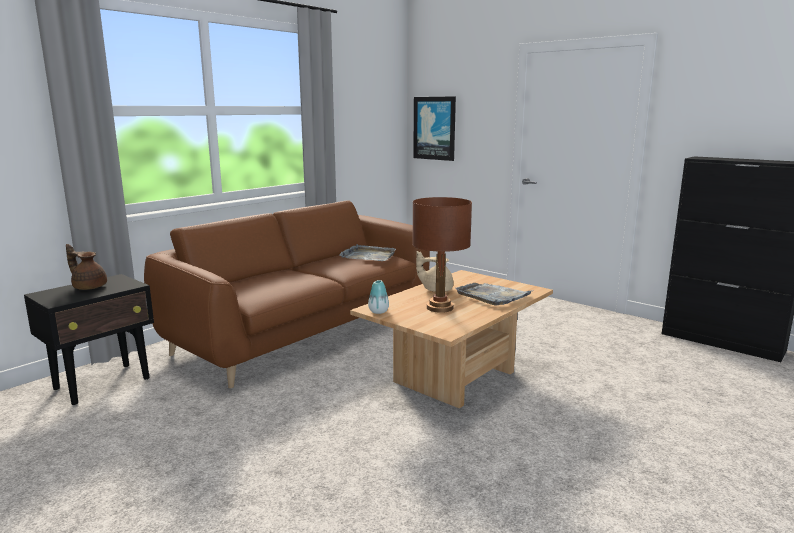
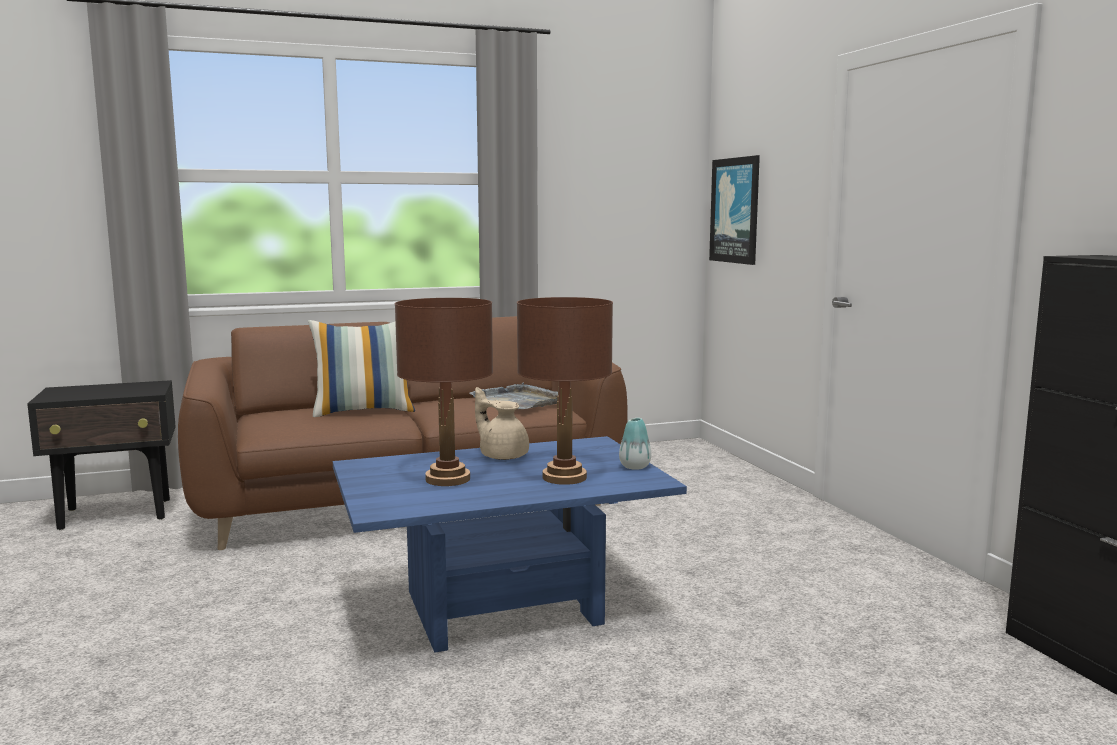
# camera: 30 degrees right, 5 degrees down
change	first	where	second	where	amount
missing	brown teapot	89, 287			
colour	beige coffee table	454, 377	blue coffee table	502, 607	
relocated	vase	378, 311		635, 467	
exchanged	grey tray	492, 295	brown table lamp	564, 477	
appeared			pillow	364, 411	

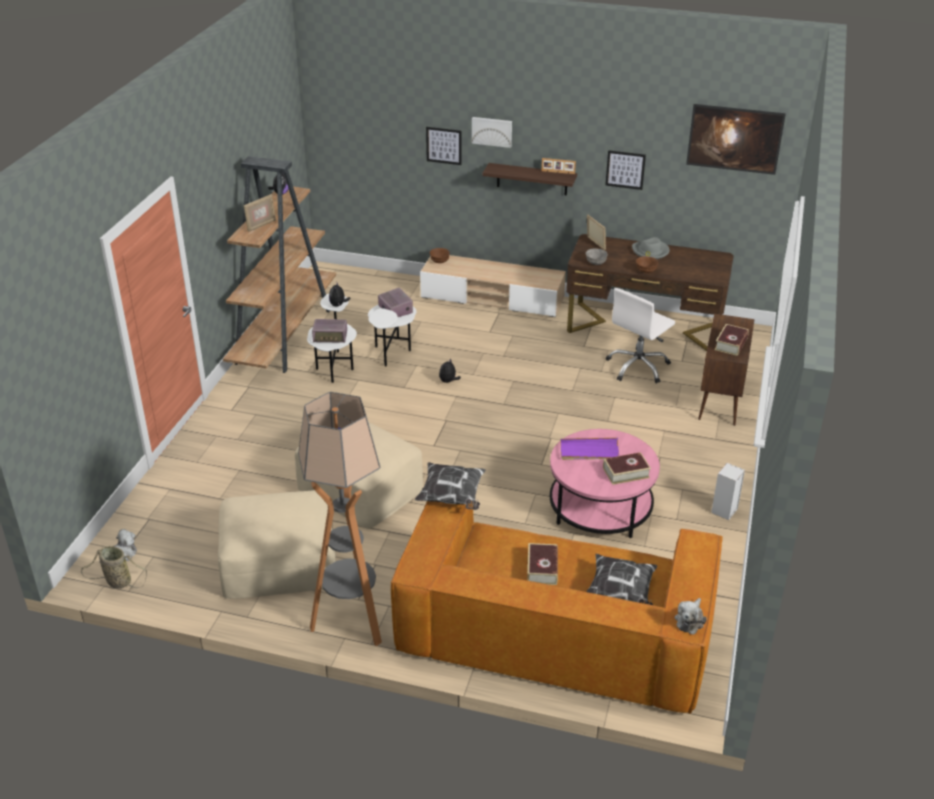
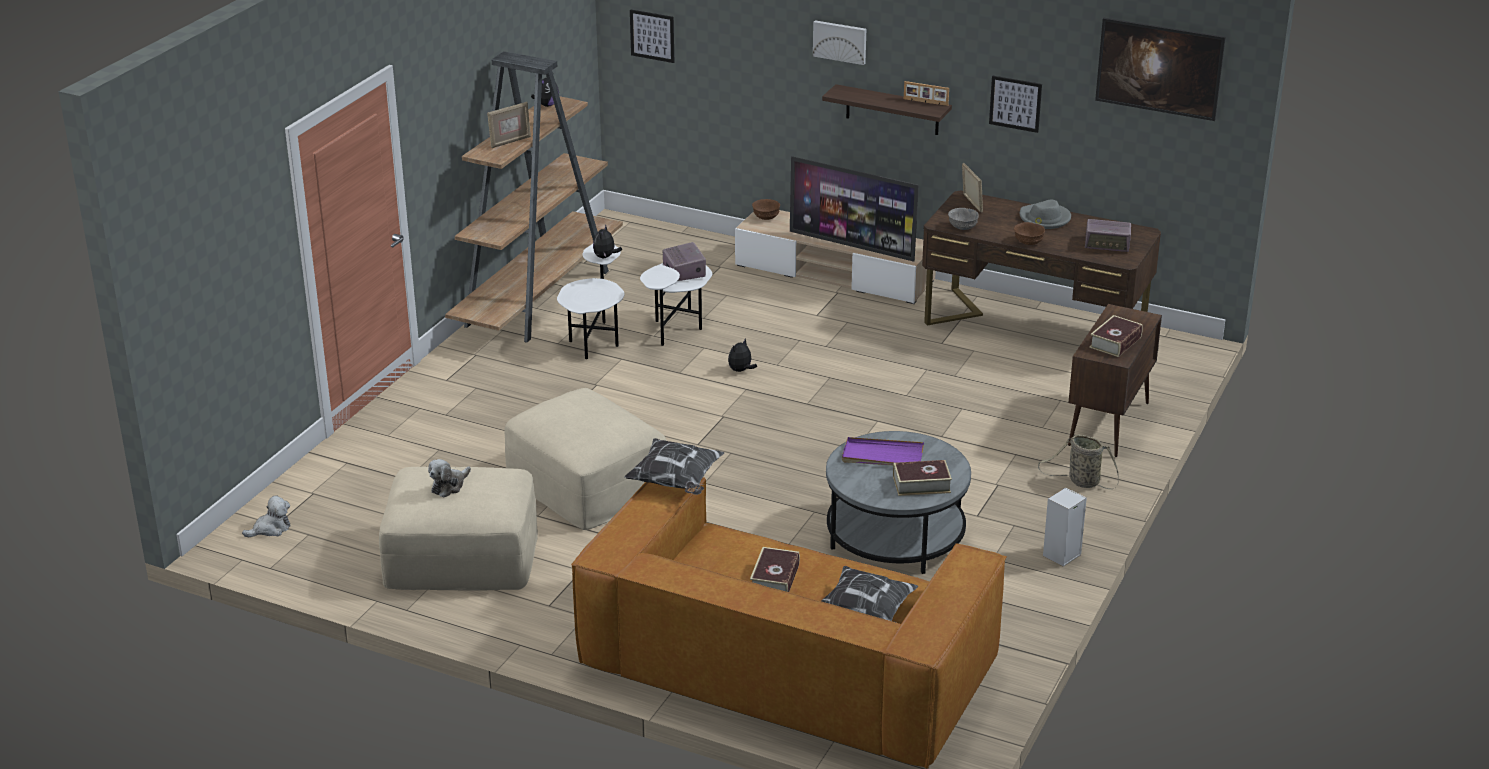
# camera: 10 degrees right, 5 degrees down
change	first	where	second	where	amount
relocated	picture	444, 145		652, 35	
missing	white office chair	638, 367			
relocated	radio	330, 337		1107, 245	
missing	floor lamp	352, 621			
colour	pink coffee table	600, 507	grey coffee table	895, 535	
relocated	basket	117, 581		1081, 481	
relocated	plush toy	690, 620		449, 486	
appeared			television	852, 245	

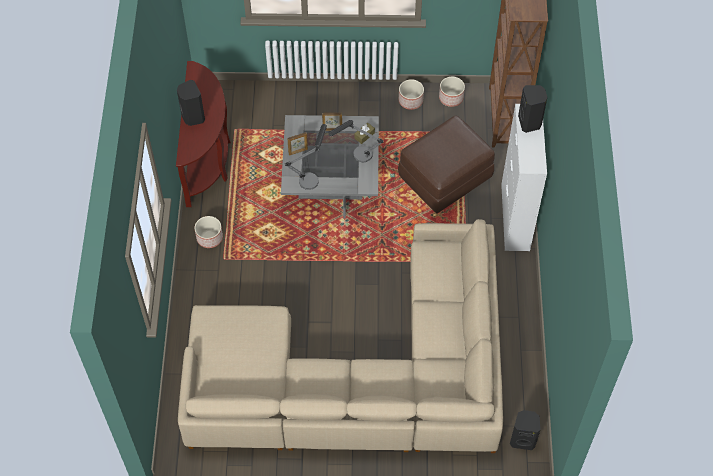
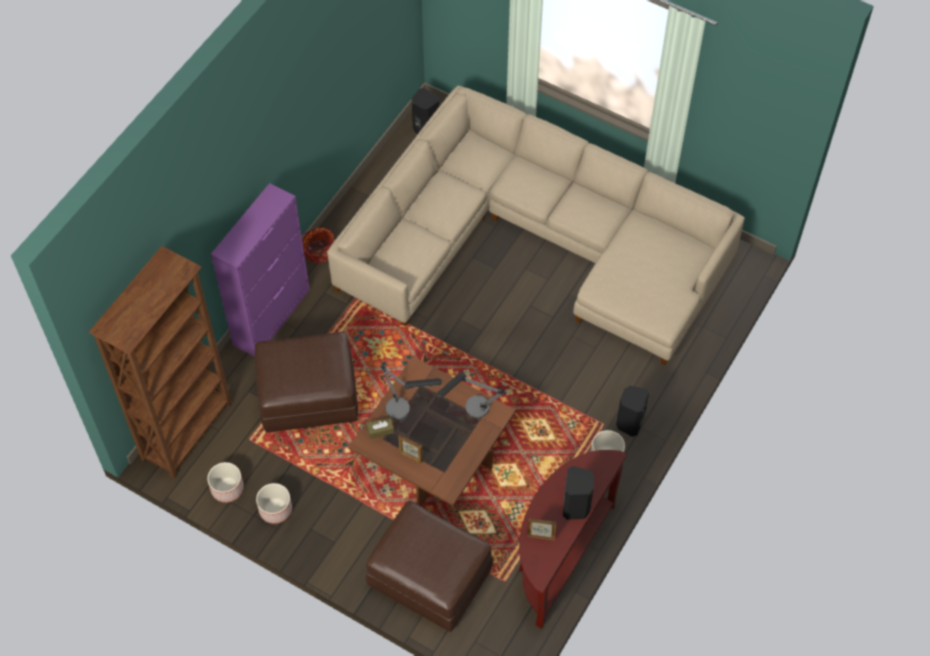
# camera: 150 degrees left, 0 degrees up
change	first	where	second	where	amount
relocated	black speaker	530, 122		629, 423	
colour	white cabinet	515, 217	purple cabinet	272, 316	
colour	grey coffee table	331, 180	brown coffee table	433, 455	
relocated	picture frame	298, 151		541, 536	
appeared			basket	319, 251	
appeared			brown ottoman	431, 577	

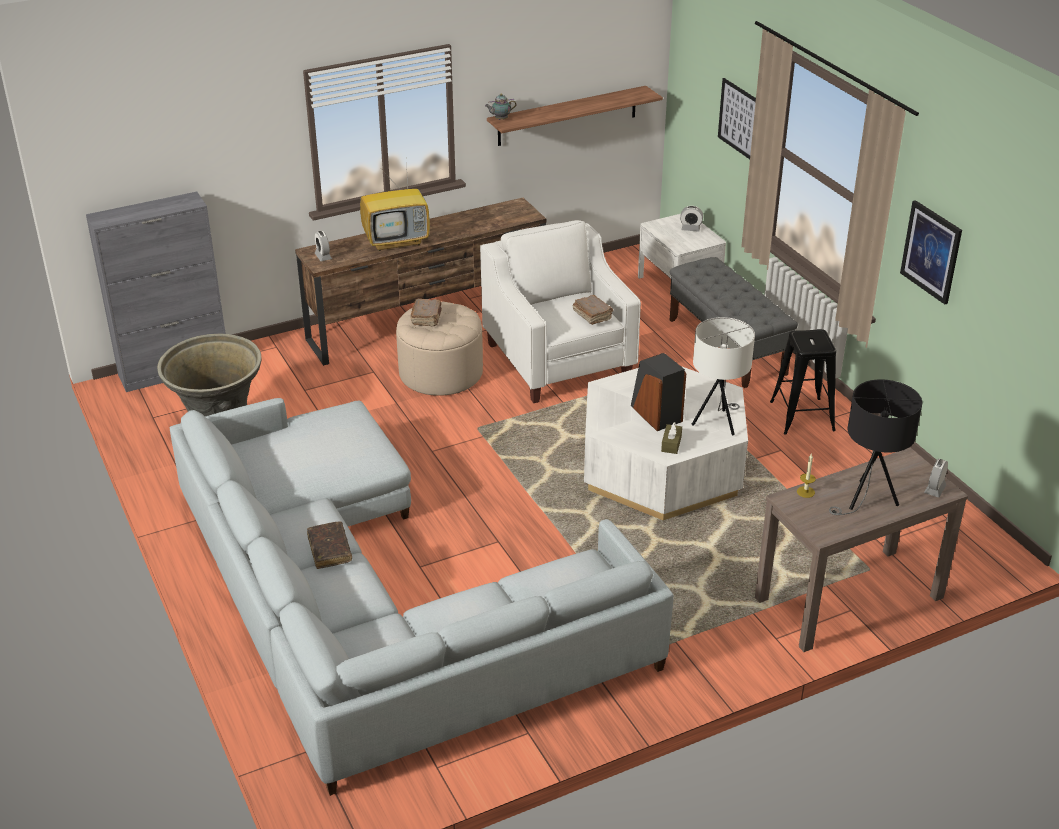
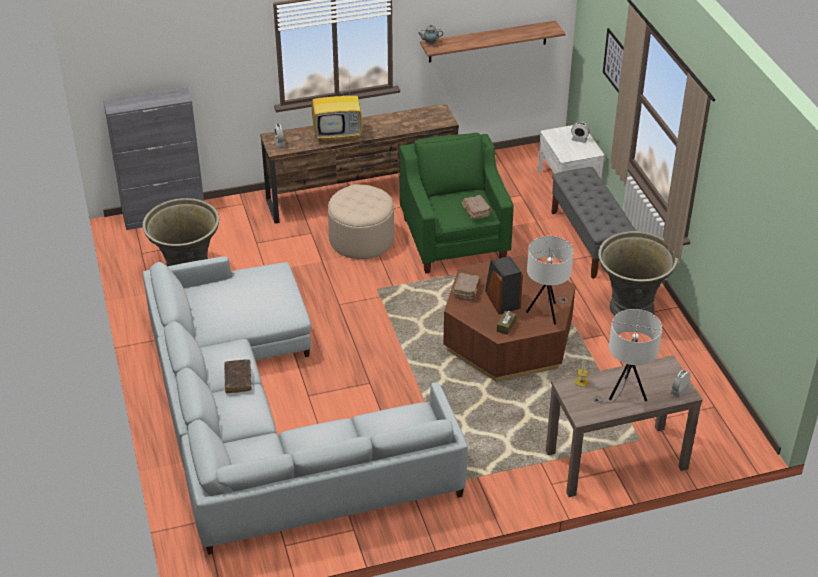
# camera: 10 degrees right, 5 degrees up
change	first	where	second	where	amount
missing	picture	931, 251			
colour	white armchair	558, 361	green armchair	454, 239	
relocated	brown book	427, 318		466, 290	
exchanged	black stool	802, 416	grey planter	630, 308	
colour	white coffee table	661, 467	brown coffee table	507, 338	
colour	black table lamp	866, 500	white table lamp	624, 394	

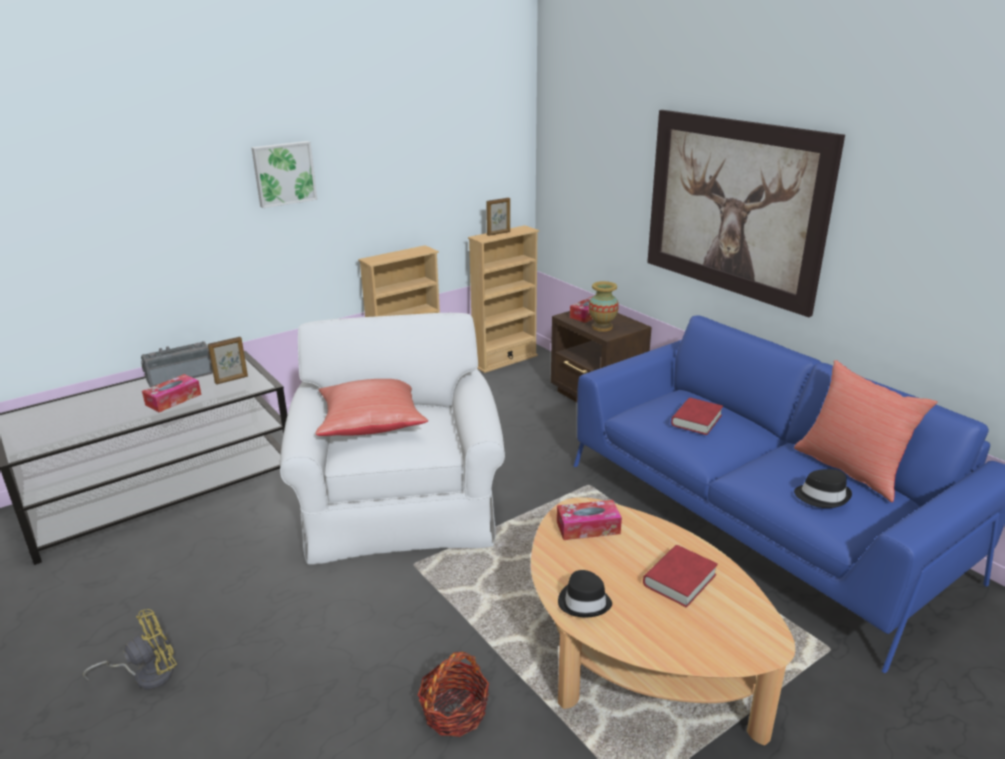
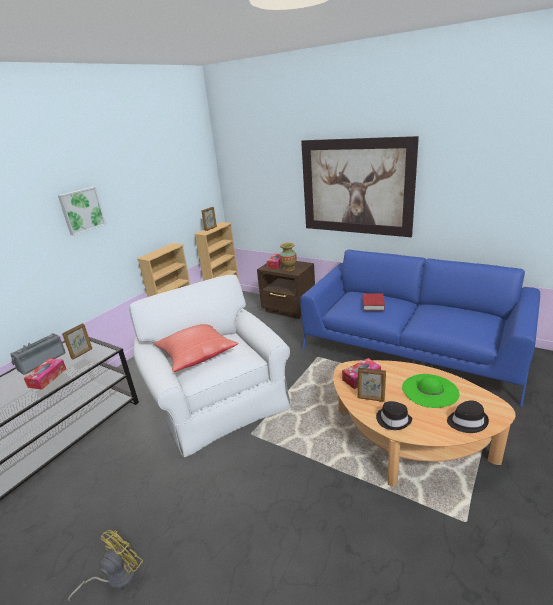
# camera: 20 degrees left, 0 degrees up
change	first	where	second	where	amount
missing	red pillow	851, 469			
relocated	black hat	822, 496		466, 421	
exchanged	red book	679, 580	green hat	430, 390	
missing	basket	454, 712			
appeared			picture frame	371, 399	

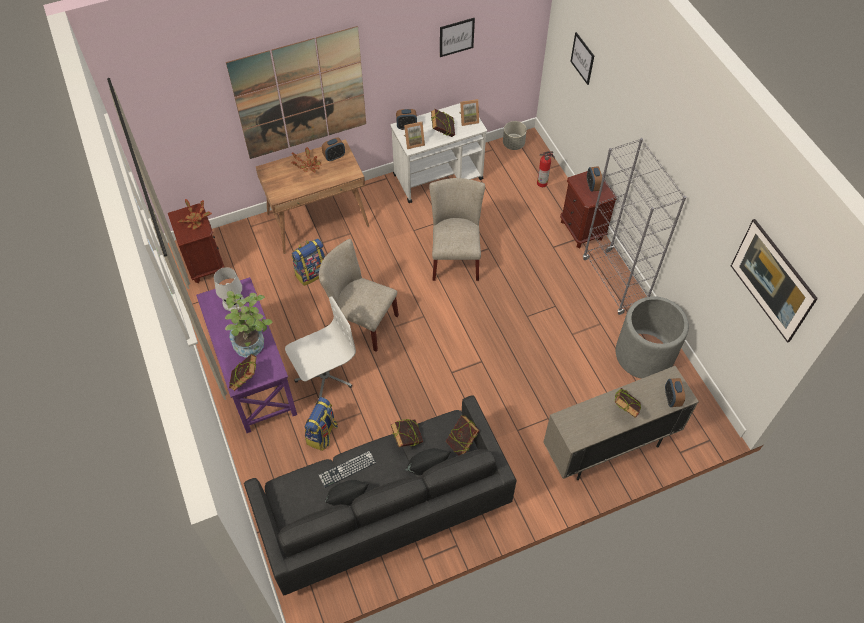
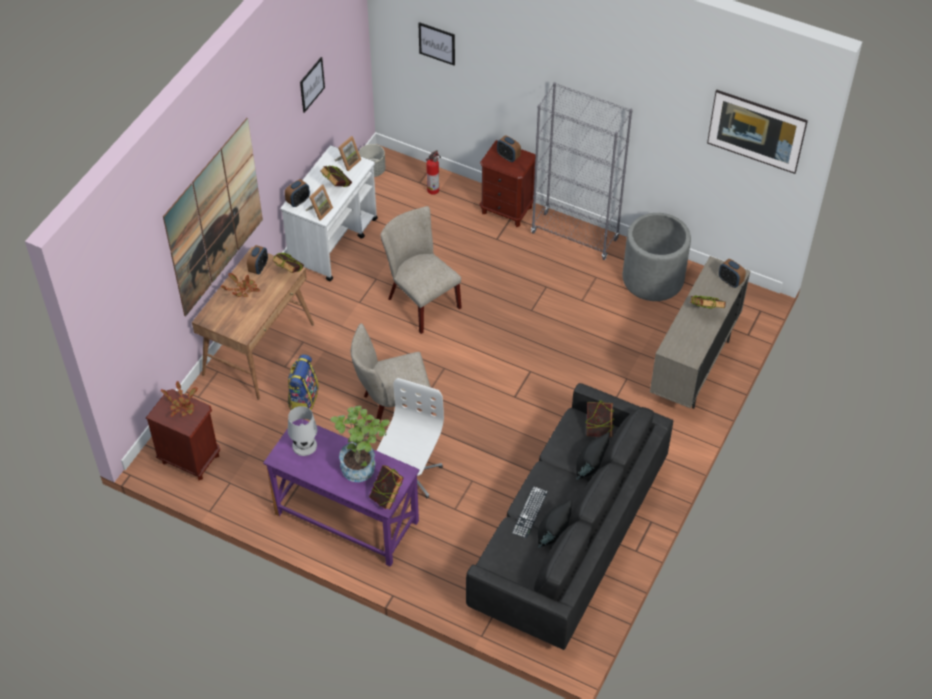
# camera: 40 degrees left, 5 degrees down
change	first	where	second	where	amount
missing	backpack	322, 434			
relocated	book	407, 440		289, 273	

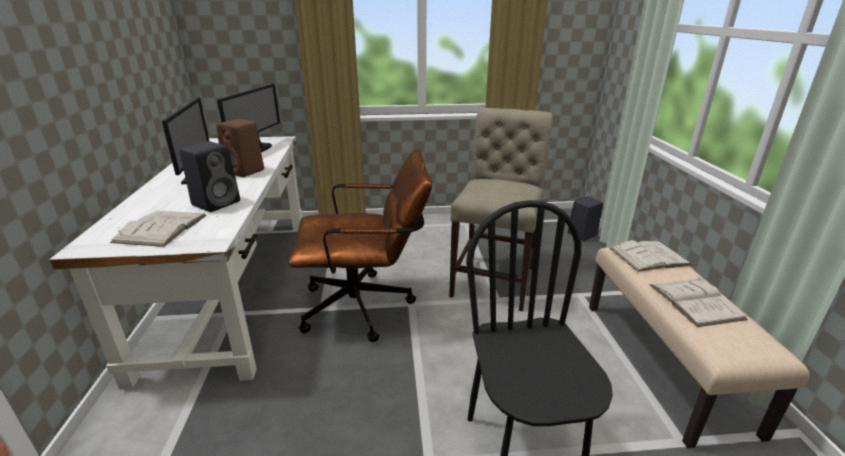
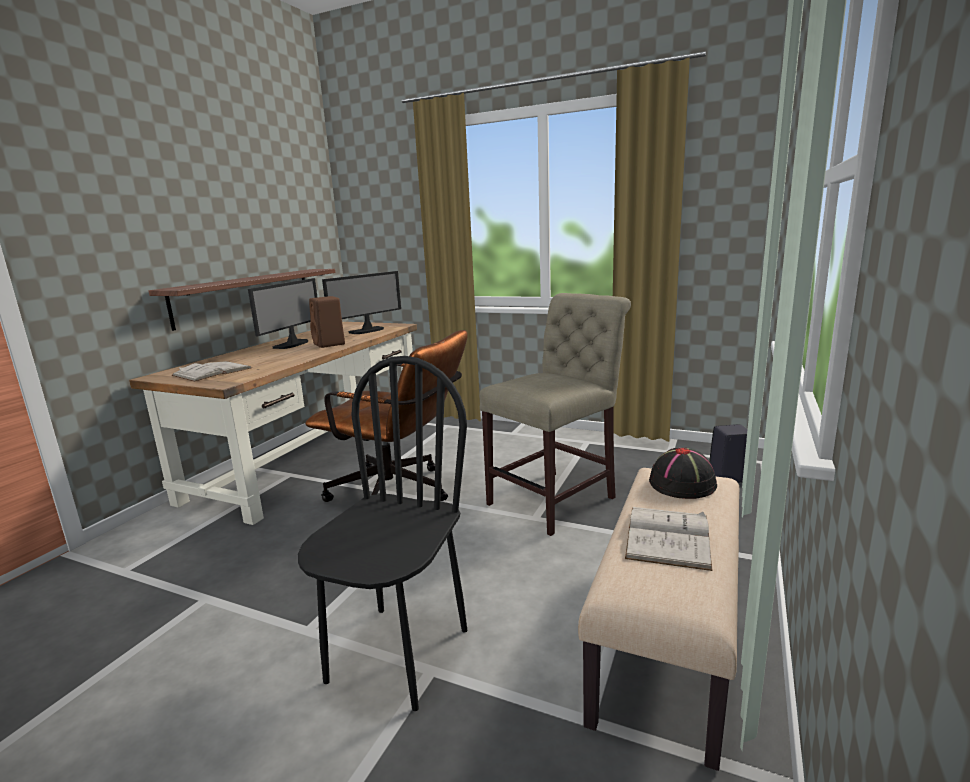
# camera: 30 degrees right, 10 degrees down
change	first	where	second	where	amount
colour	white desk	234, 286	brown desk	314, 455	
missing	black speaker	217, 203			
exchanged	white book	649, 256	black hat	682, 484	
appeared			shelf	245, 296	

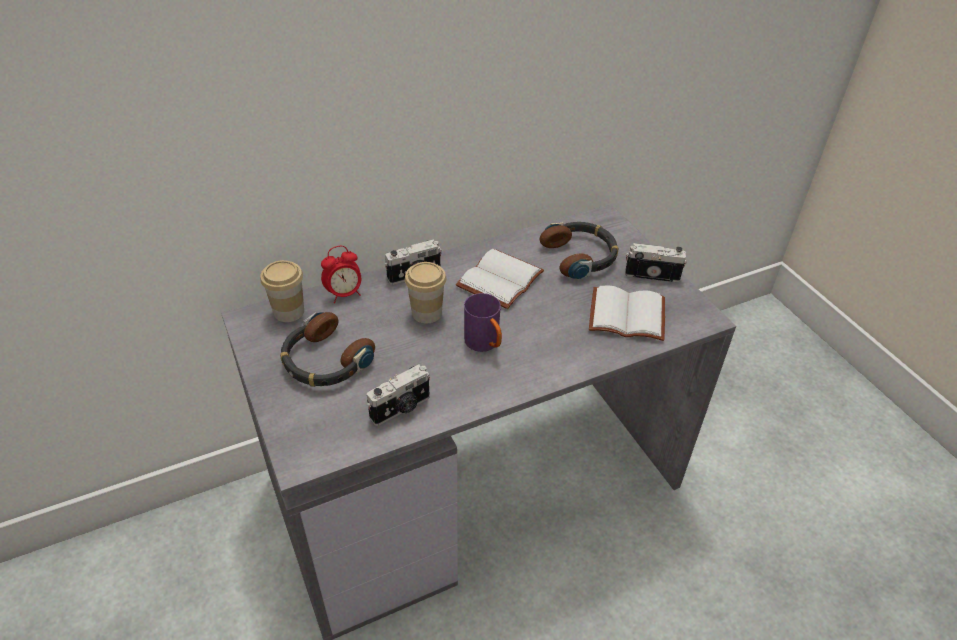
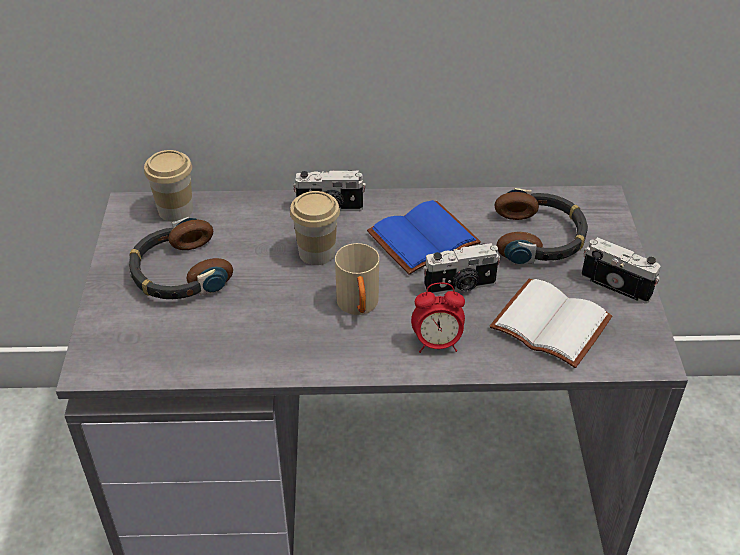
# camera: 25 degrees right, 0 degrees up
change	first	where	second	where	amount
relocated	alarm clock	344, 294		437, 344	
colour	white book	499, 278	blue book	423, 237	
colour	purple mug	485, 344	beige mug	359, 307	
relocated	photo camera	401, 408		460, 286	

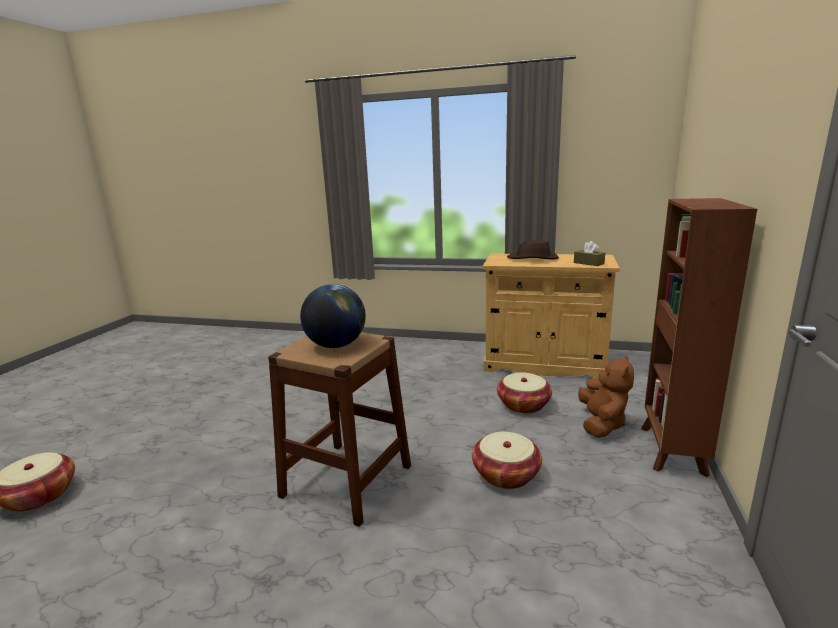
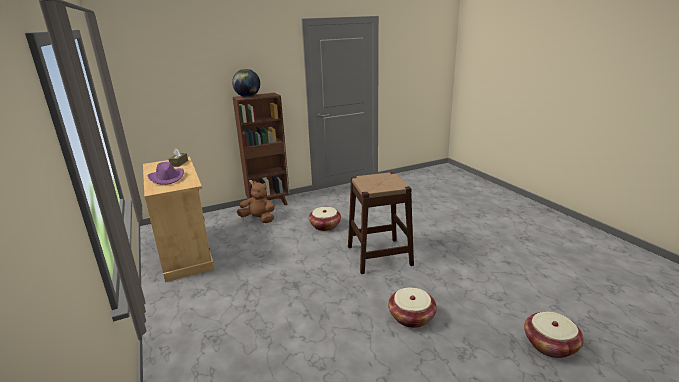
# camera: 130 degrees left, 5 degrees up
change	first	where	second	where	amount
colour	brown hat	533, 258	purple hat	167, 178	
relocated	globe	336, 345		247, 96	
spun	brown plush toy	601, 424		258, 219	45 degrees clockwise
relocated	basket	523, 405		411, 317	

